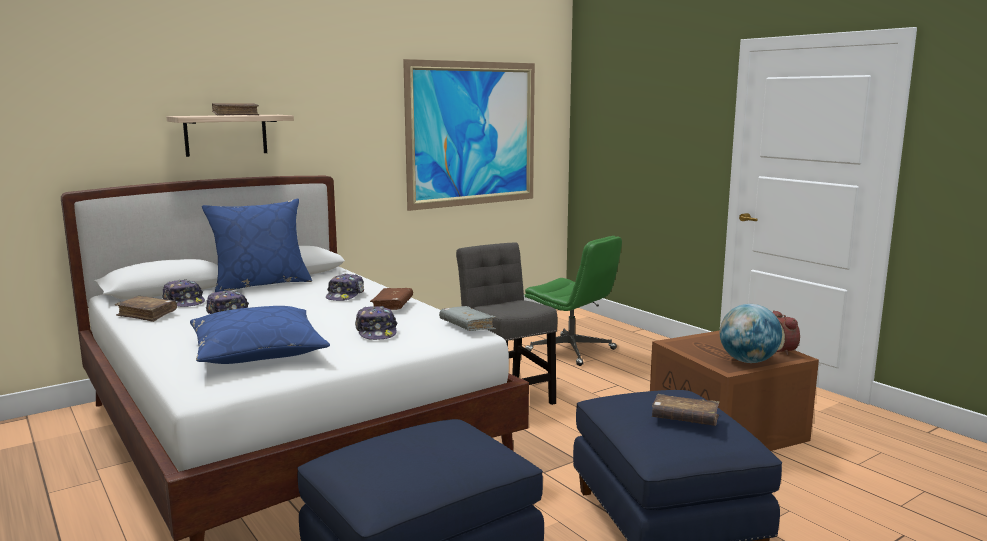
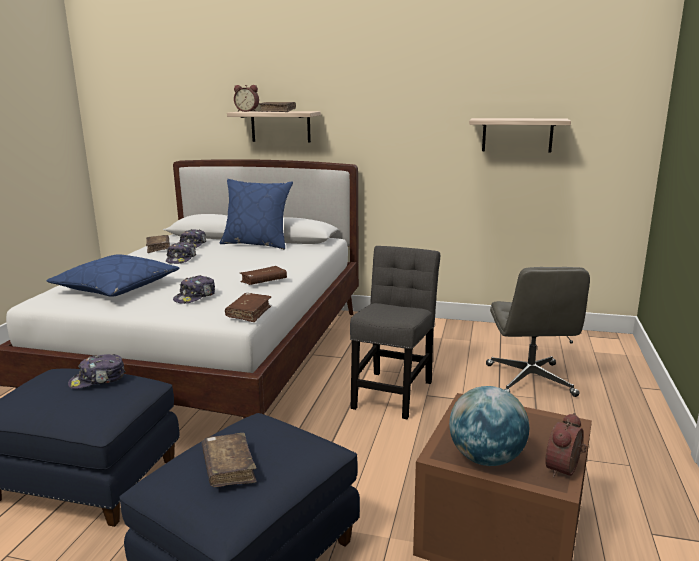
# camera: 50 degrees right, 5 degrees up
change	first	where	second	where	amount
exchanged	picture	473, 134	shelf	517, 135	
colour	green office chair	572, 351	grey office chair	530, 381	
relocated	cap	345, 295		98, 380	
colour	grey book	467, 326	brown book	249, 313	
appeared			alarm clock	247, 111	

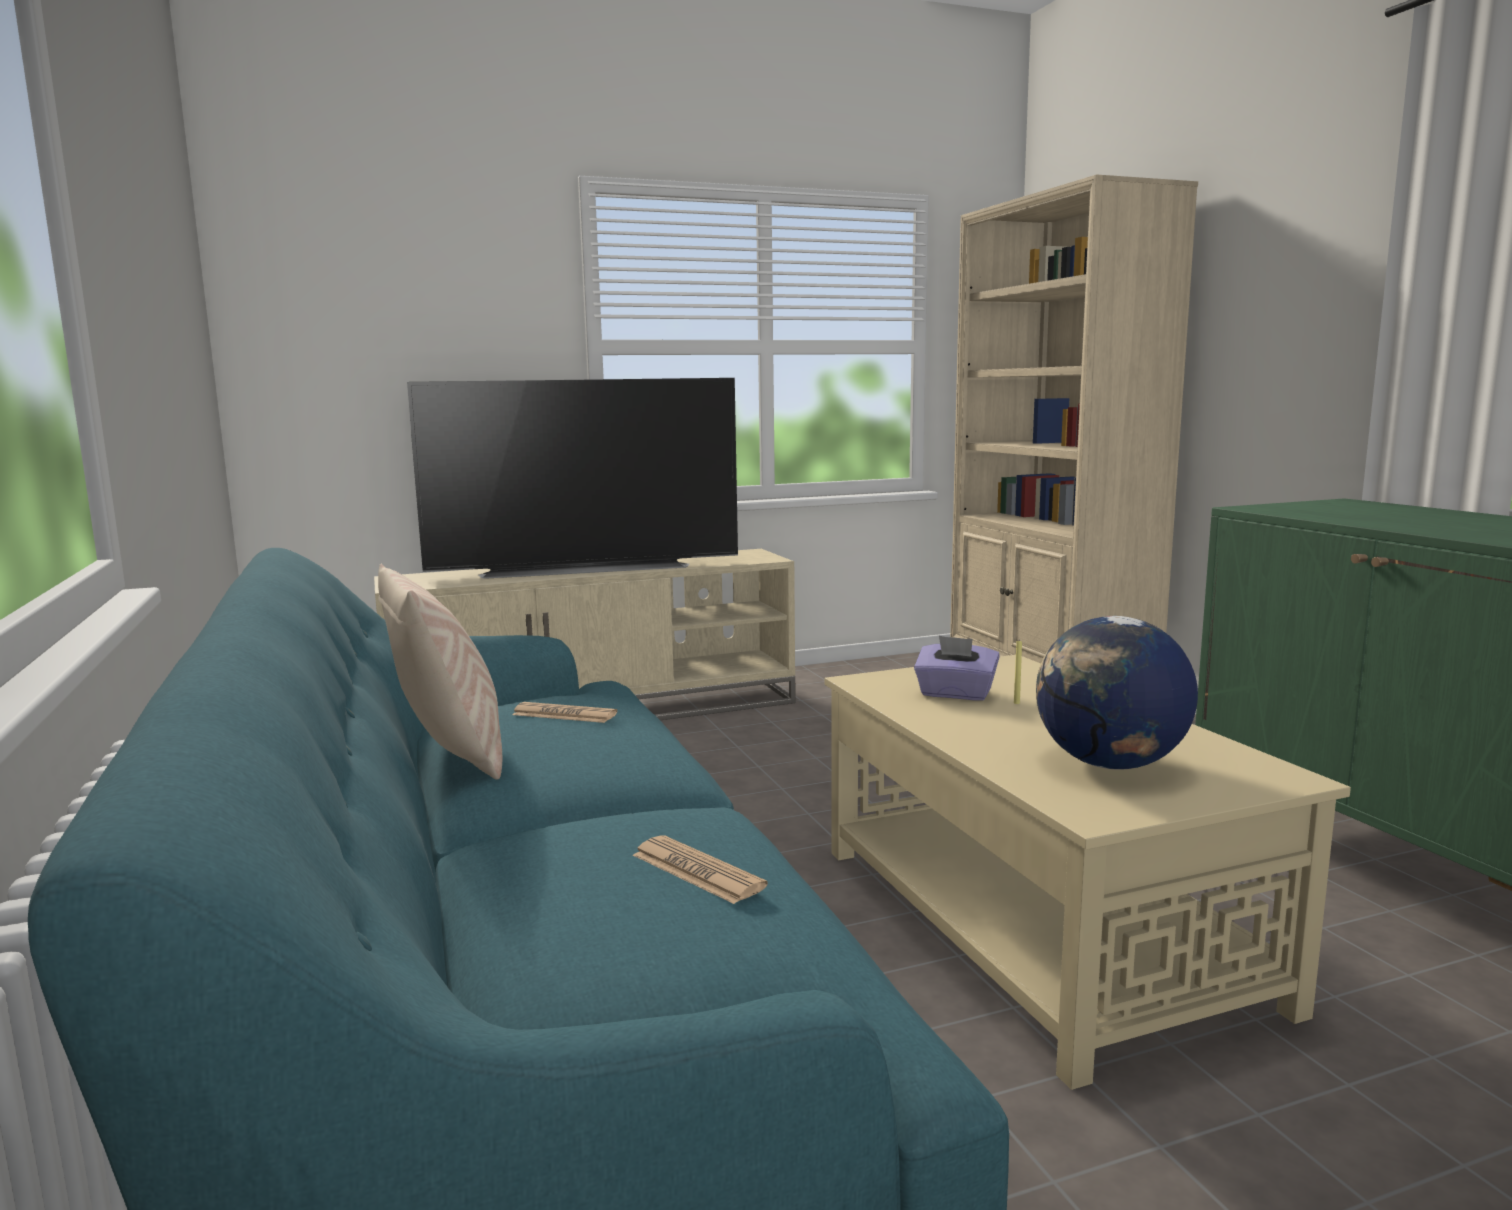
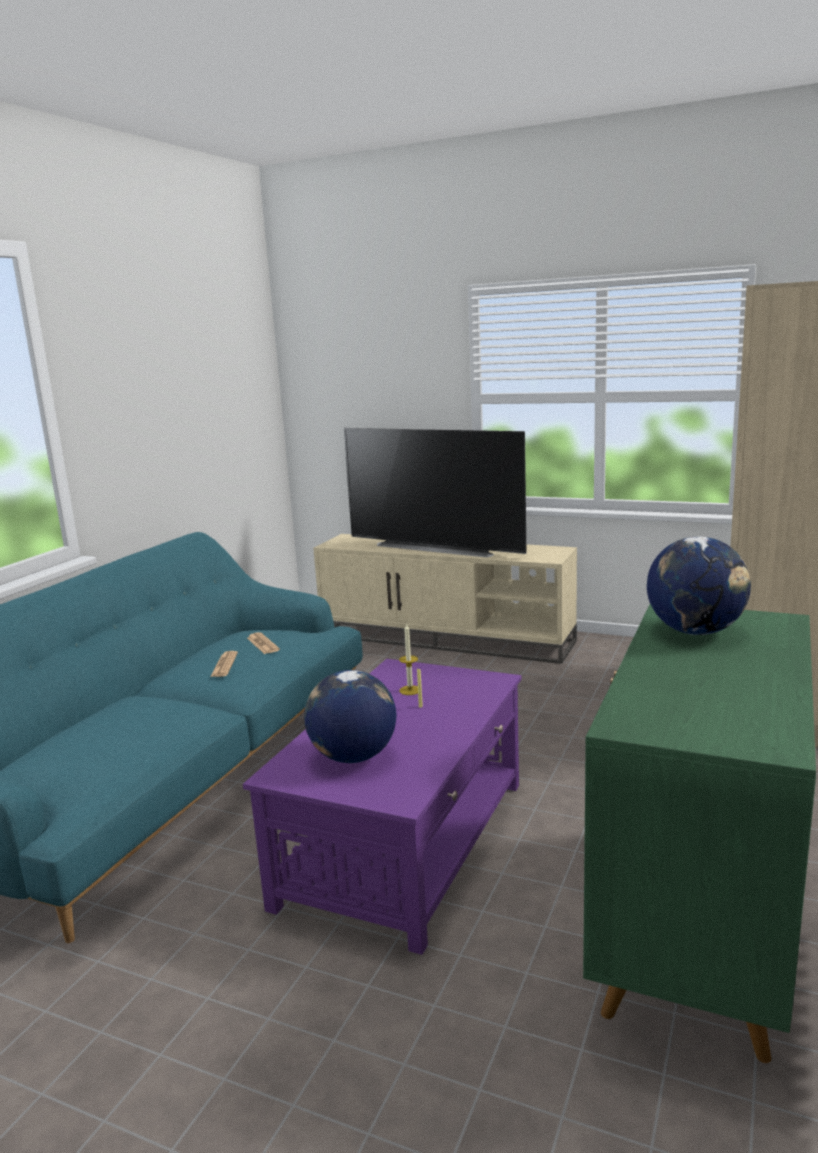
# camera: 45 degrees right, 5 degrees up
change	first	where	second	where	amount
missing	beige pillow	450, 753			
exchanged	purple tissue box	955, 694	candle	410, 690	
colour	beige coffee table	1033, 922	purple coffee table	406, 841	
relocated	newspaper	697, 871		224, 665	
appeared			globe	695, 631	

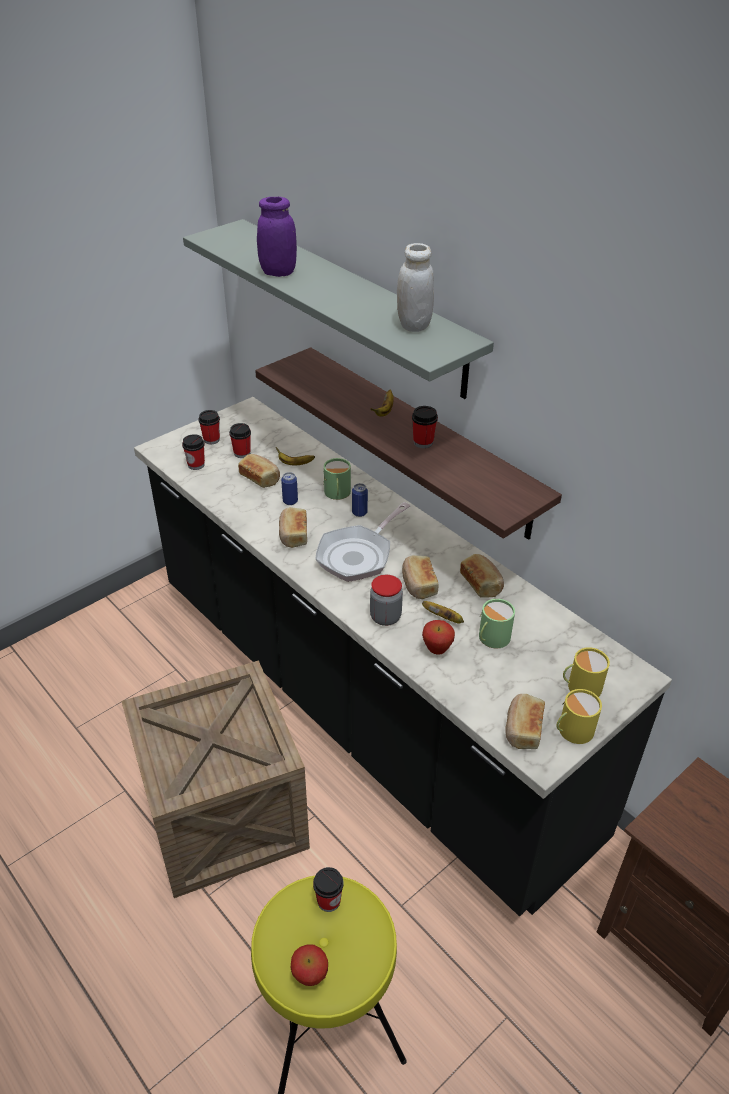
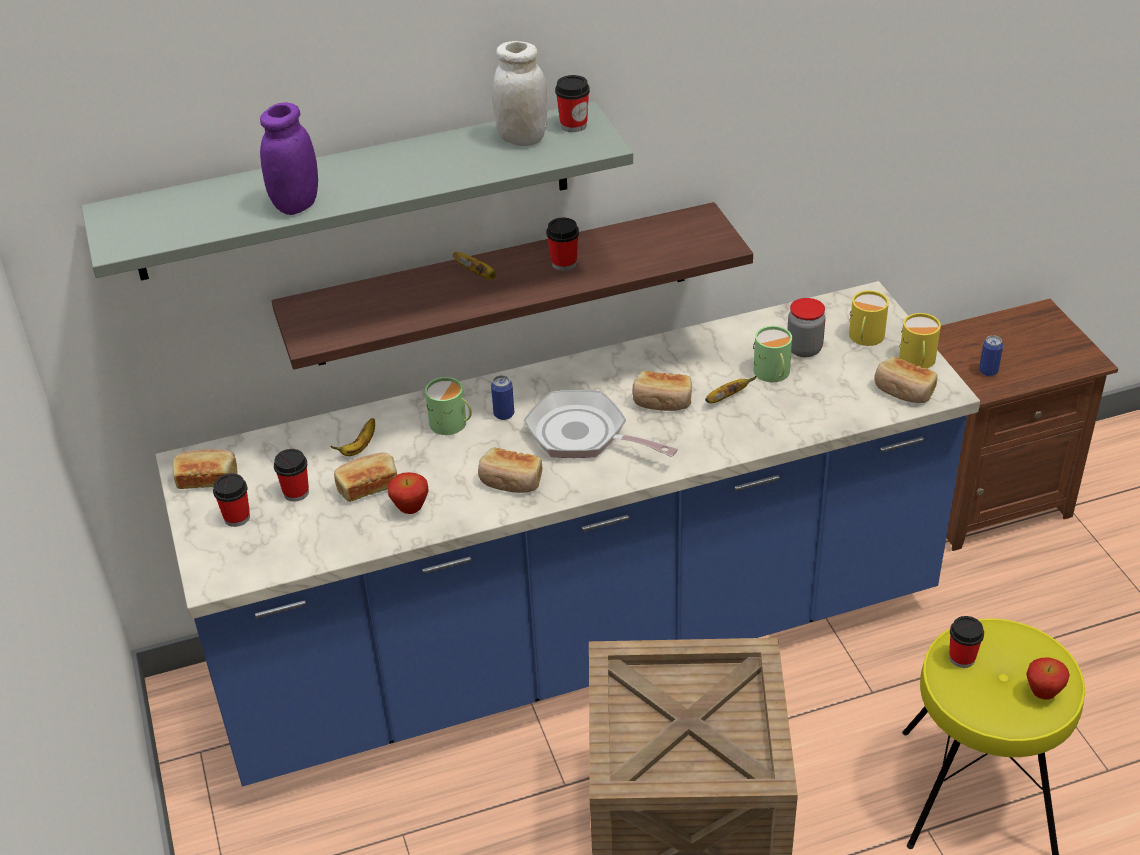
# camera: 65 degrees left, 0 degrees up
change	first	where	second	where	amount
colour	black counter	363, 705	blue counter	580, 643	
relocated	cup	196, 465		573, 125	
relocated	can	290, 501		988, 371	
spun	frying pan	358, 555		583, 435	150 degrees clockwise
relocated	bread	481, 583		207, 479	
relocated	jar	385, 617		804, 349	
relocated	apple	437, 650		411, 509	

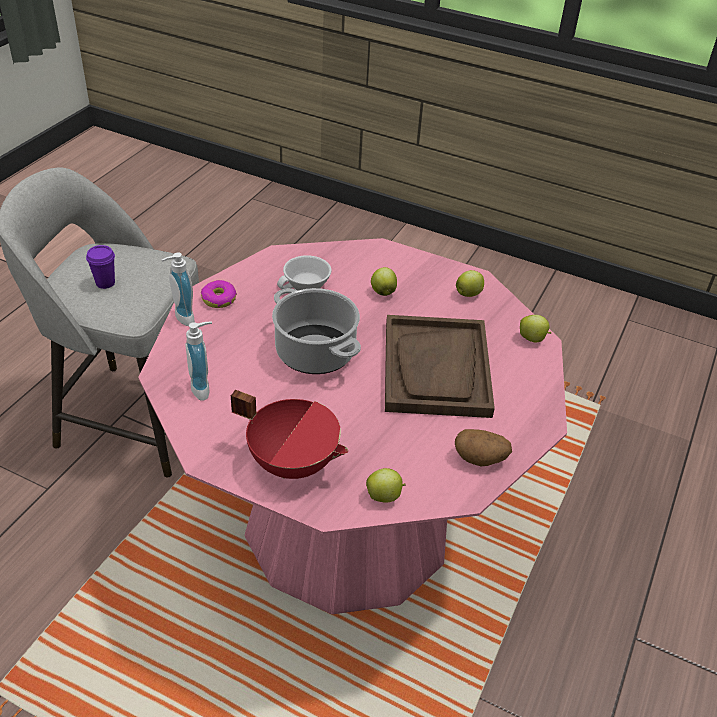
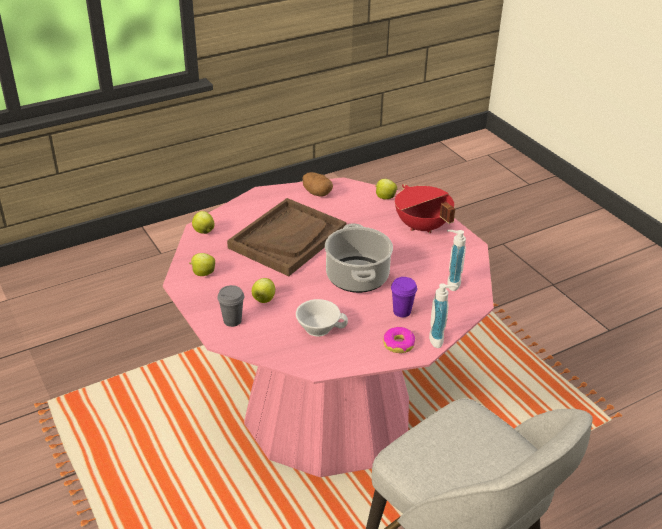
# camera: 145 degrees left, 5 degrees down
change	first	where	second	where	amount
relocated	purple cup	105, 283		402, 311	
appeared			grey cup	232, 321	

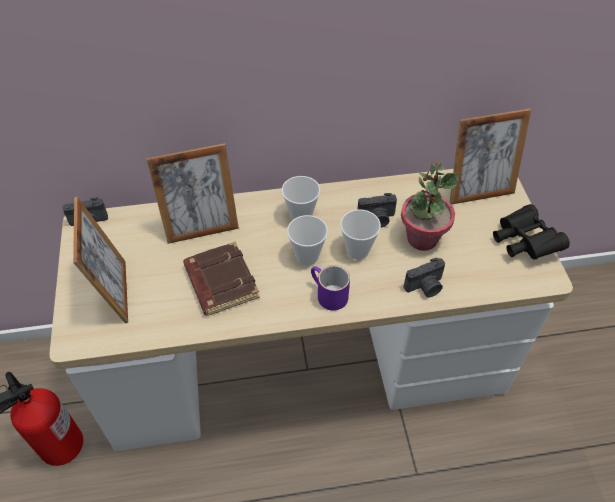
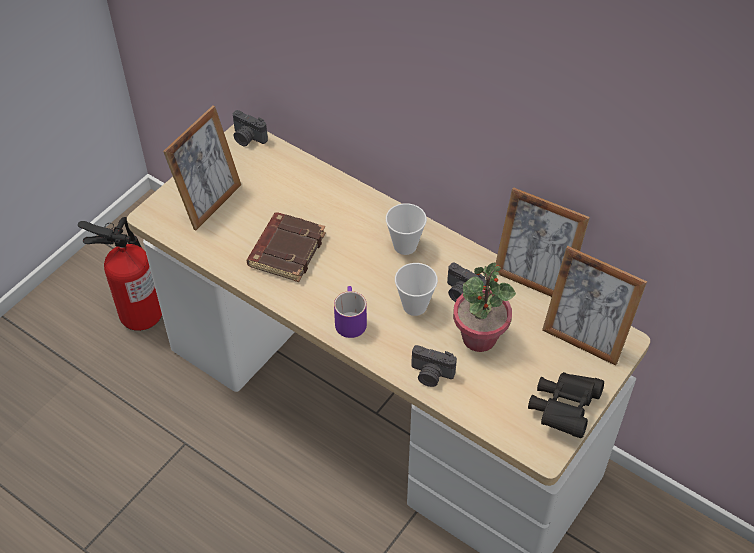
# camera: 45 degrees right, 0 degrees up
change	first	where	second	where	amount
relocated	picture frame	201, 228		533, 279	
missing	cup	307, 256			

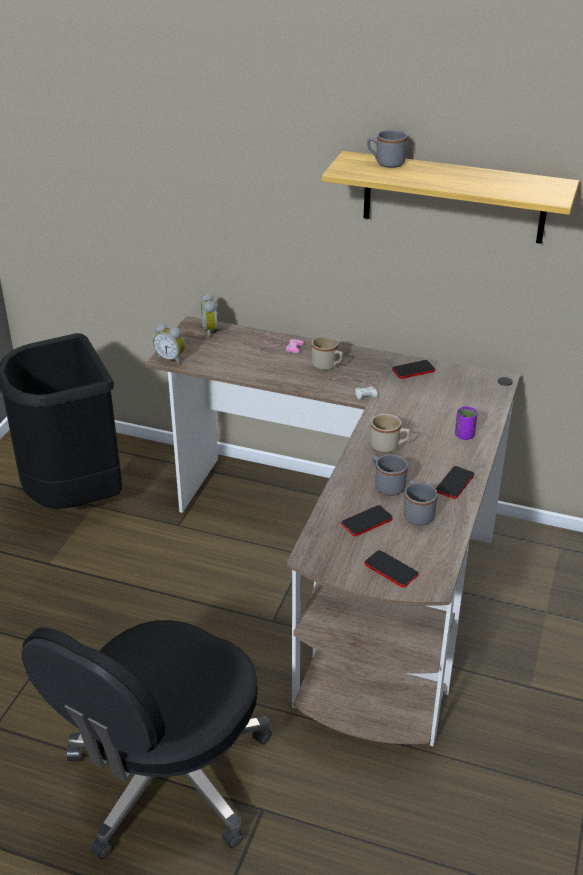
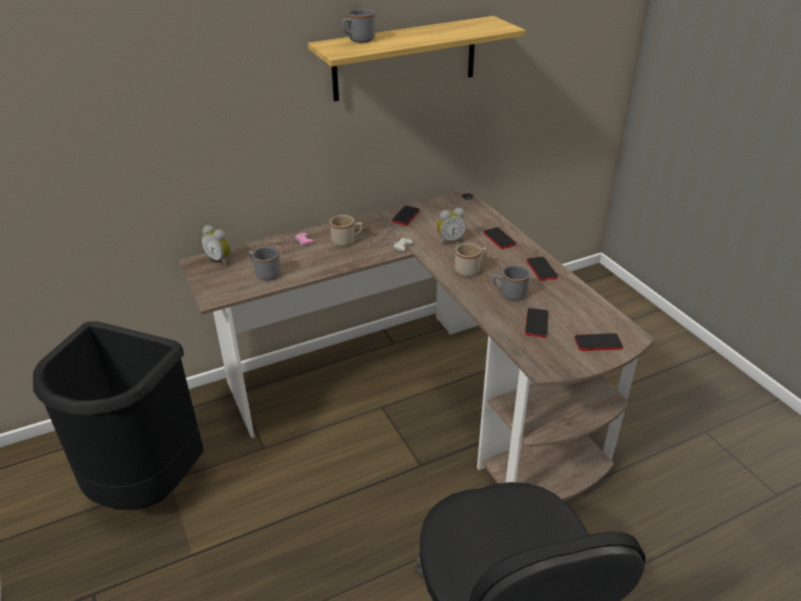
# camera: 45 degrees left, 0 degrees up
change	first	where	second	where	amount
relocated	alarm clock	171, 359		450, 240	
exchanged	purple cup	464, 435	phone	499, 239	
relocated	grey mug	417, 513		265, 273	

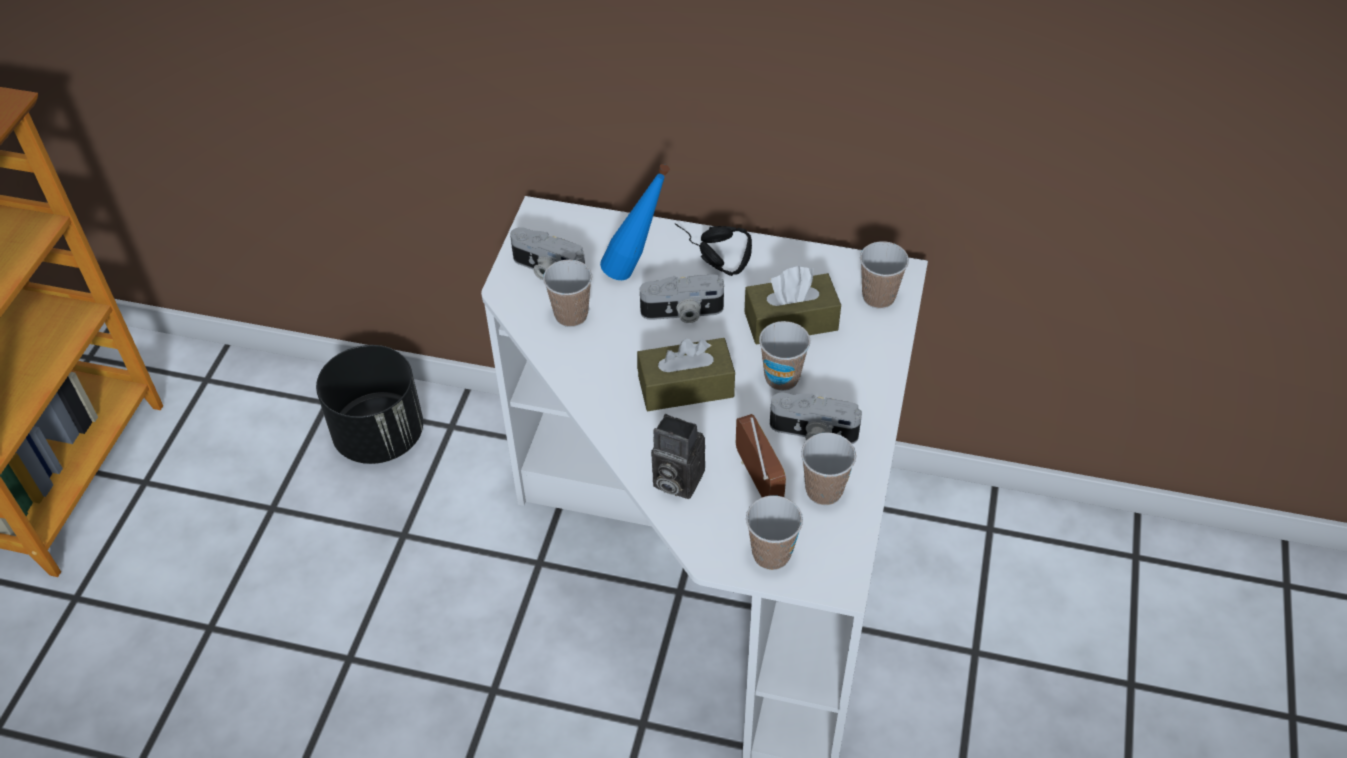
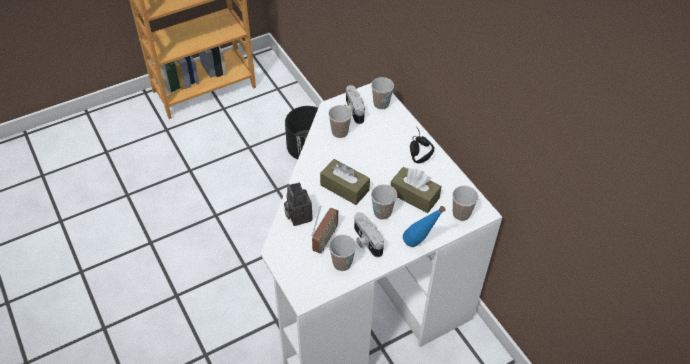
# camera: 45 degrees right, 0 degrees up
change	first	where	second	where	amount
relocated	blue bottle	636, 271		420, 246	
missing	photo camera	682, 313			
relocated	cup	771, 554		381, 104	

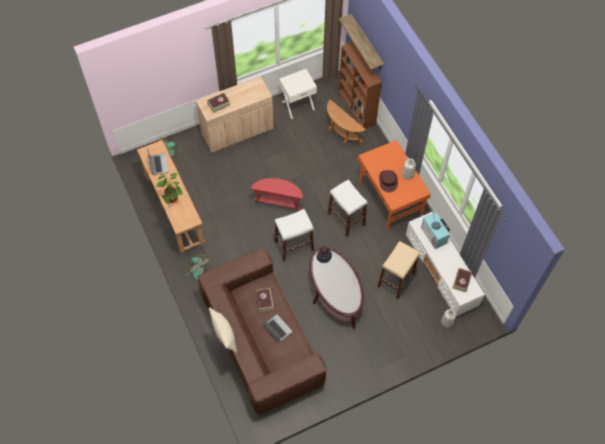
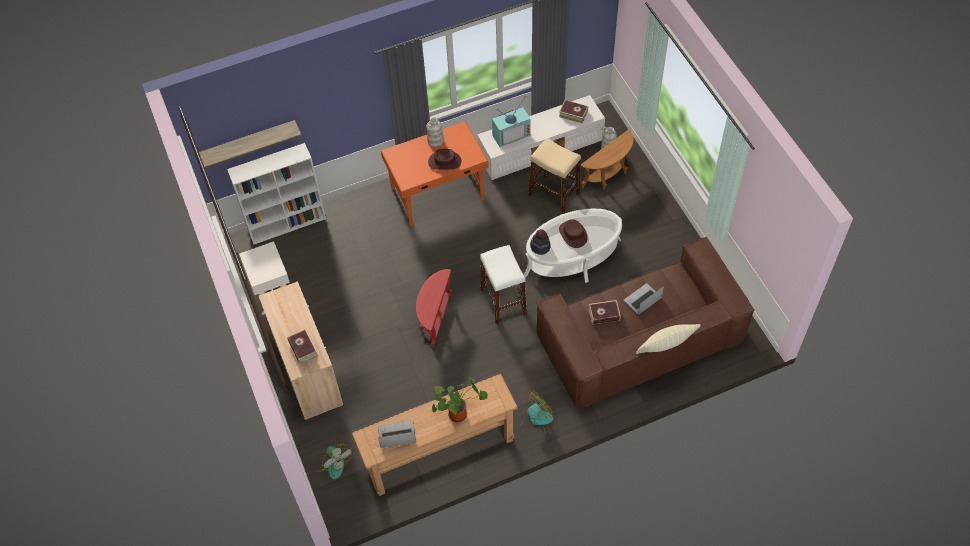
# camera: 85 degrees left, 5 degrees down
change	first	where	second	where	amount
colour	brown bookcase	357, 107	white bookcase	287, 223	
relocated	brown side table	341, 134		608, 176	
missing	white stool	346, 219			
colour	brown coffee table	335, 293	white coffee table	573, 258	
appeared			brown hat	573, 234	

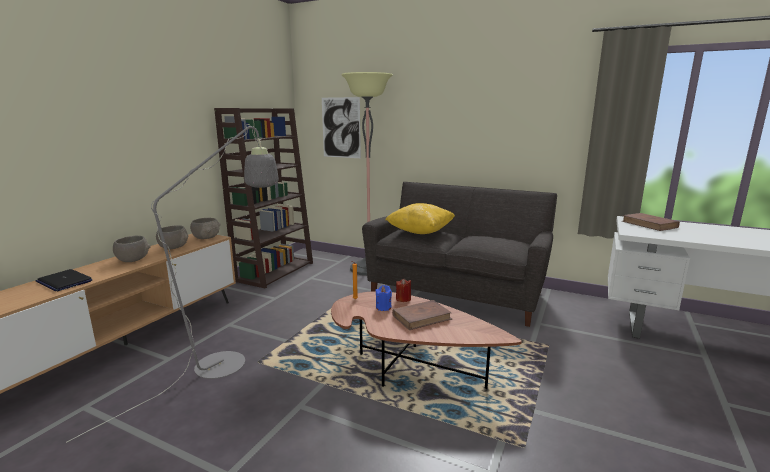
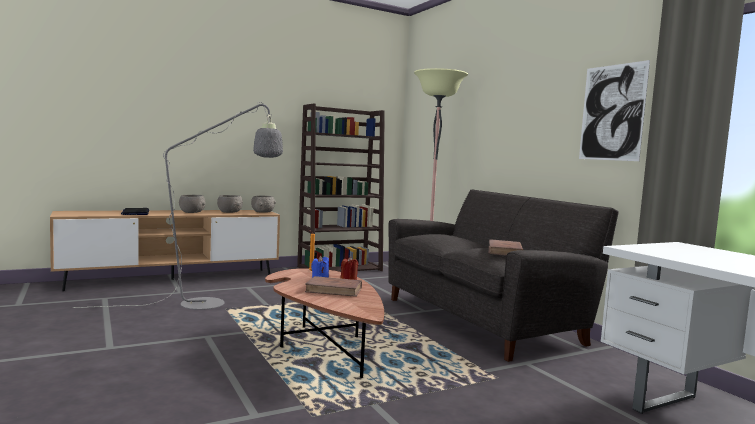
# camera: 35 degrees right, 10 degrees down
change	first	where	second	where	amount
relocated	picture	341, 128		612, 112	
missing	yellow pillow	420, 232			
relocated	brown book	649, 224		505, 251	

